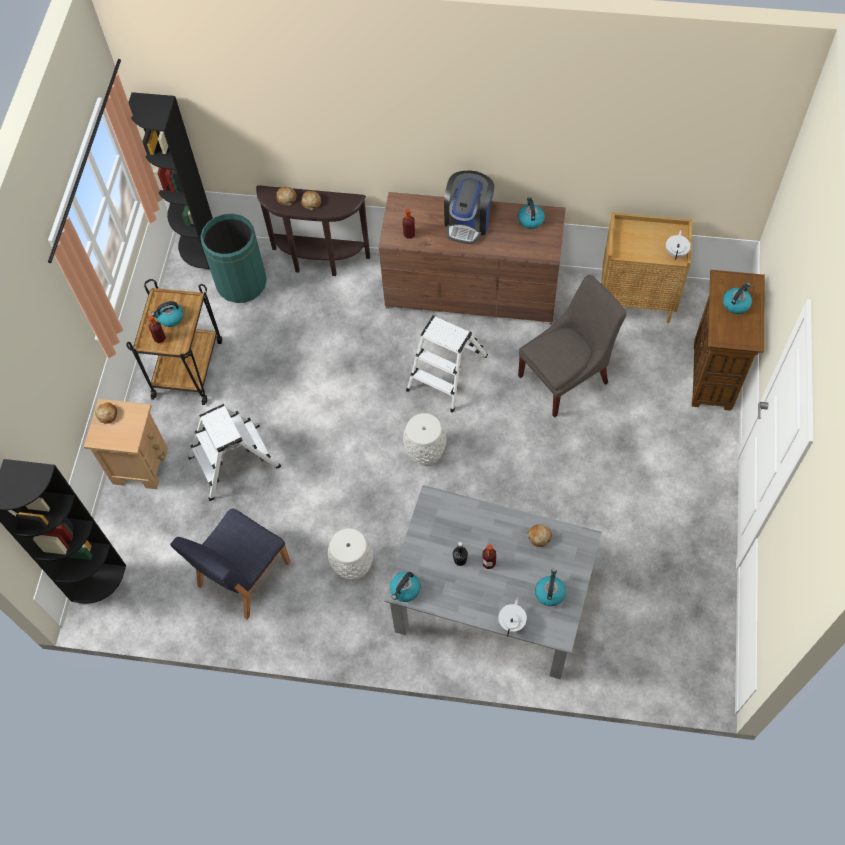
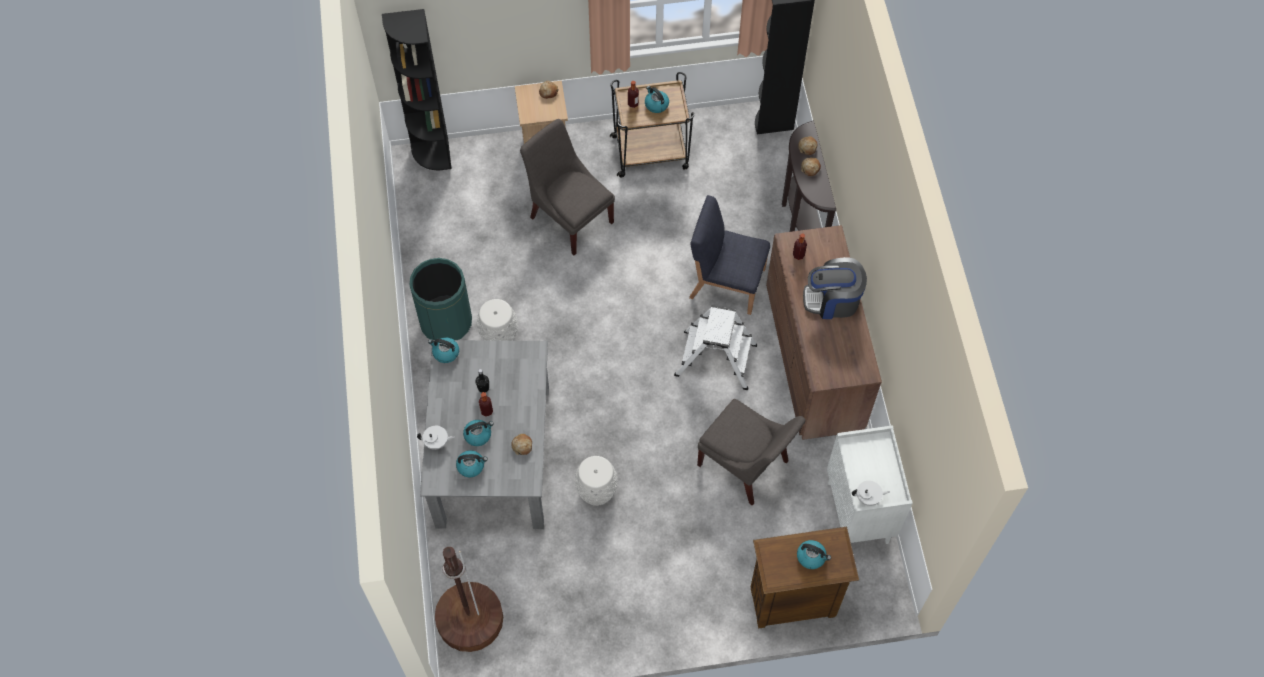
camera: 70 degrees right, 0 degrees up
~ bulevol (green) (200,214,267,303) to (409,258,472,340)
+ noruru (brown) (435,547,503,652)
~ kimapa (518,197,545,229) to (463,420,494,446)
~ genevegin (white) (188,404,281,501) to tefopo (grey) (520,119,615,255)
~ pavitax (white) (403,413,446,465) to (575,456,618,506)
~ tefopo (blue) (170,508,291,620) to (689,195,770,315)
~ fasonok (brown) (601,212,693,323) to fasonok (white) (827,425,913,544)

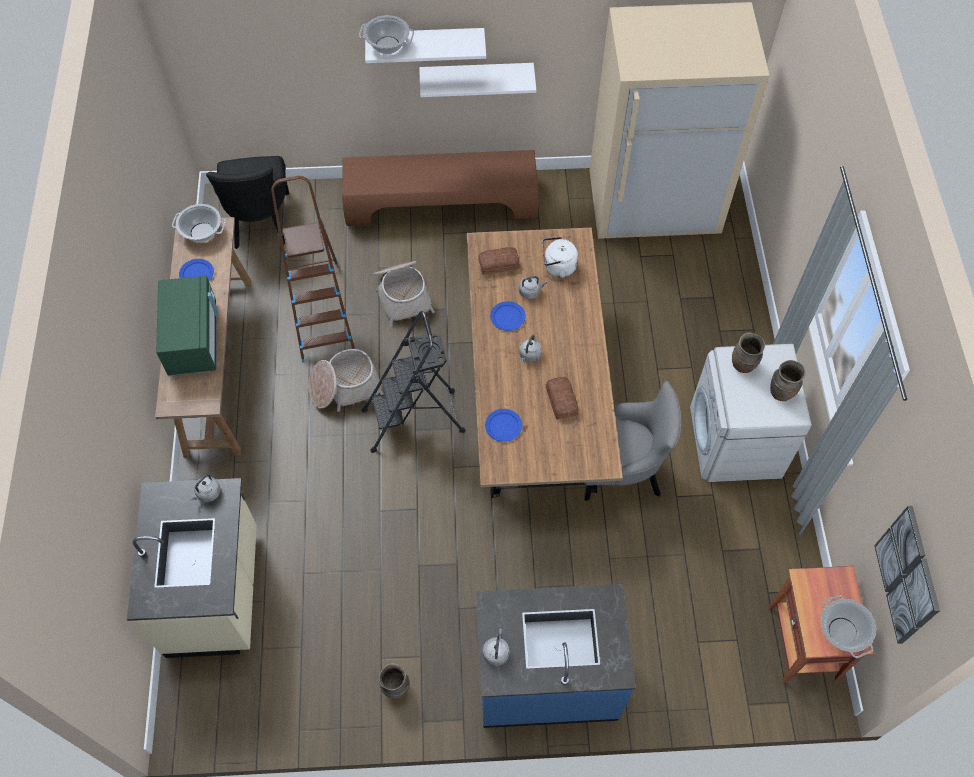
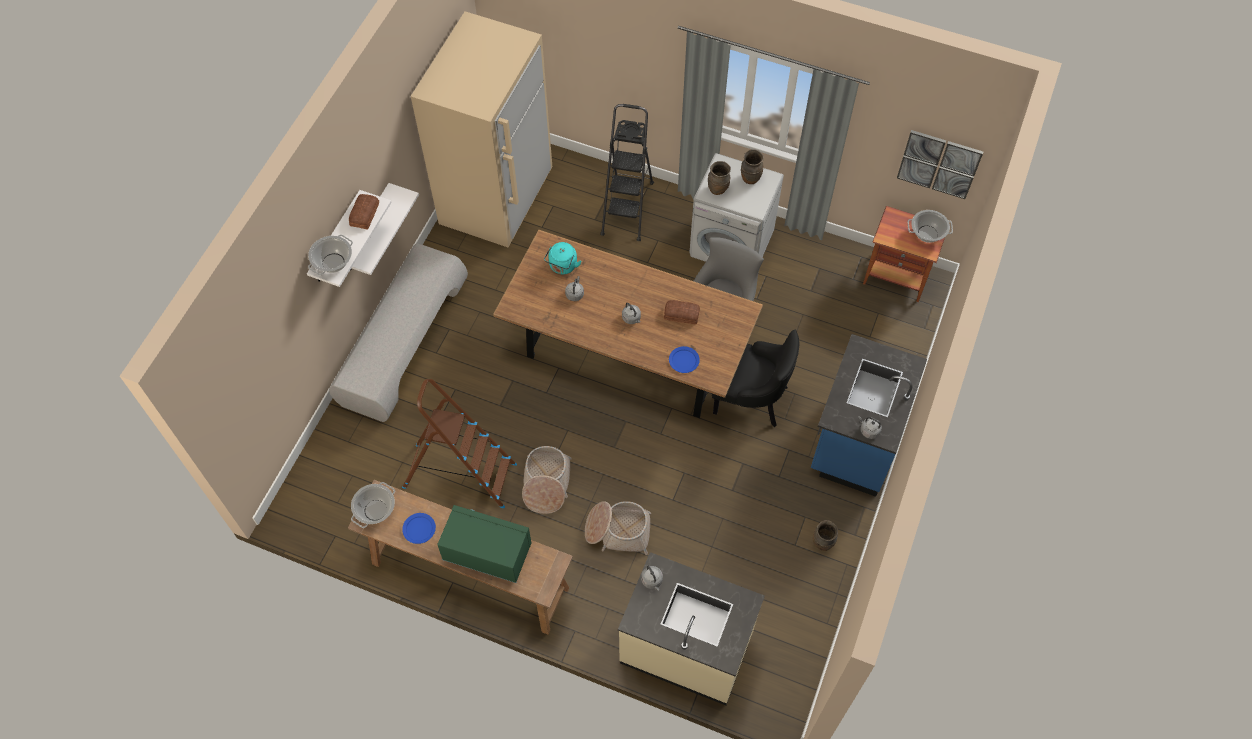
camera: 65 degrees left, 0 degrees up
~ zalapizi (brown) (342,150,538,226) to zalapizi (grey) (329,243,468,422)
~ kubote (478,247,520,275) to (349,194,379,229)
~ kimapa (white) (542,237,578,278) to kimapa (turquoise) (544,242,581,274)
~ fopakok (374,261,435,326) to (585,501,651,555)
~ genevegin (362,311,466,453) to (600,104,654,241)
~ tefopo (black) (206,156,289,249) to (712,330,799,427)
- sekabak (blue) (490,301,526,331)

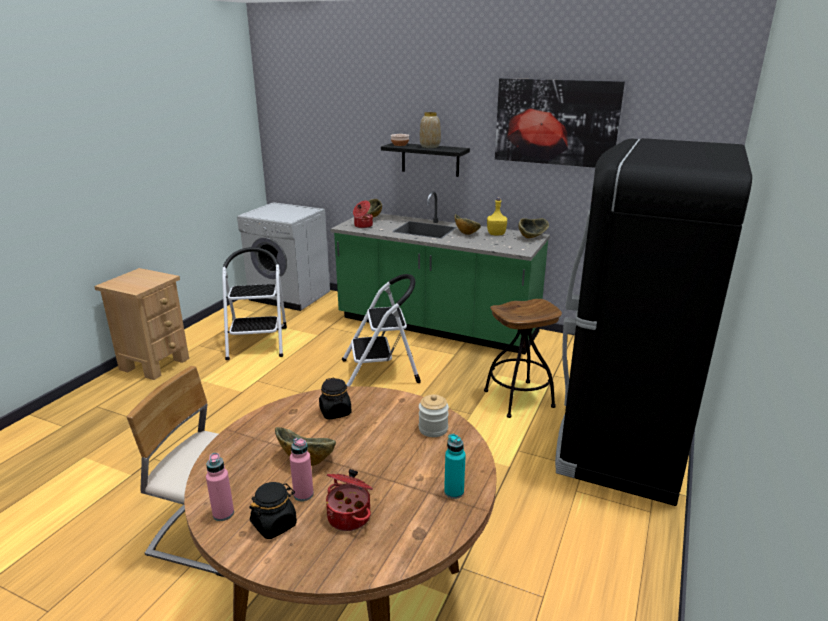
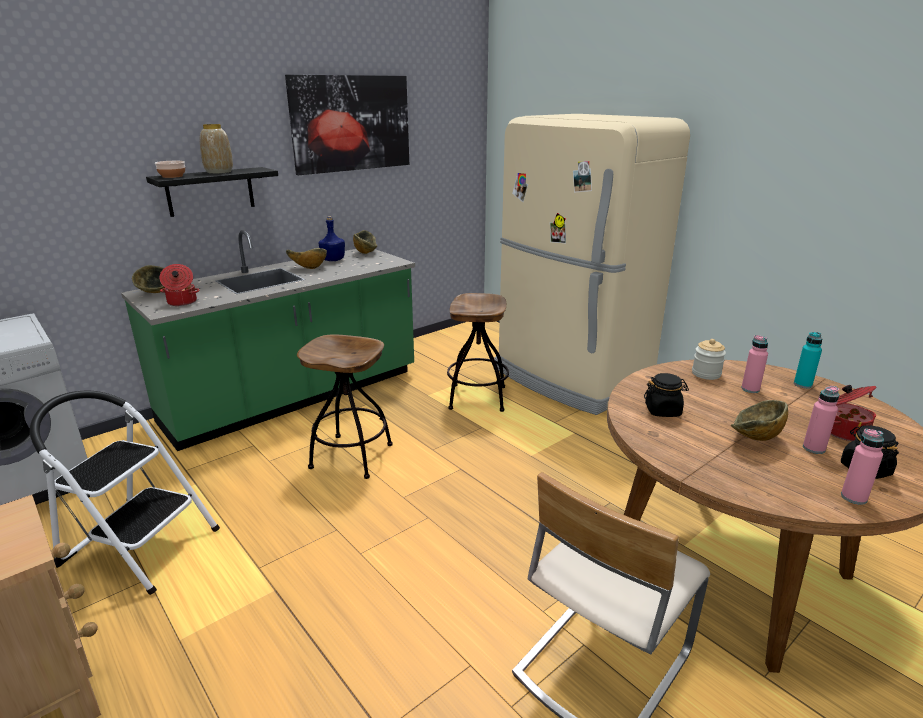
camera: 65 degrees left, 0 degrees up
~ genevegin (342,274,421,387) to pavitax (brown) (297,335,393,479)
~ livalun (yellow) (487,197,507,235) to livalun (blue) (319,216,345,261)
~ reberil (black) (555,138,752,506) to reberil (beige) (494,114,690,415)
+ livalun (pink) (741,335,768,393)

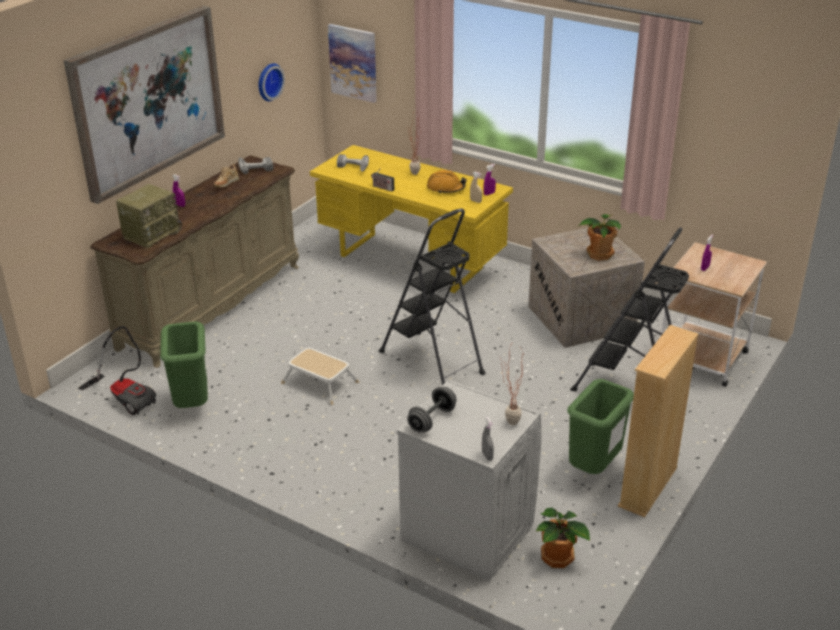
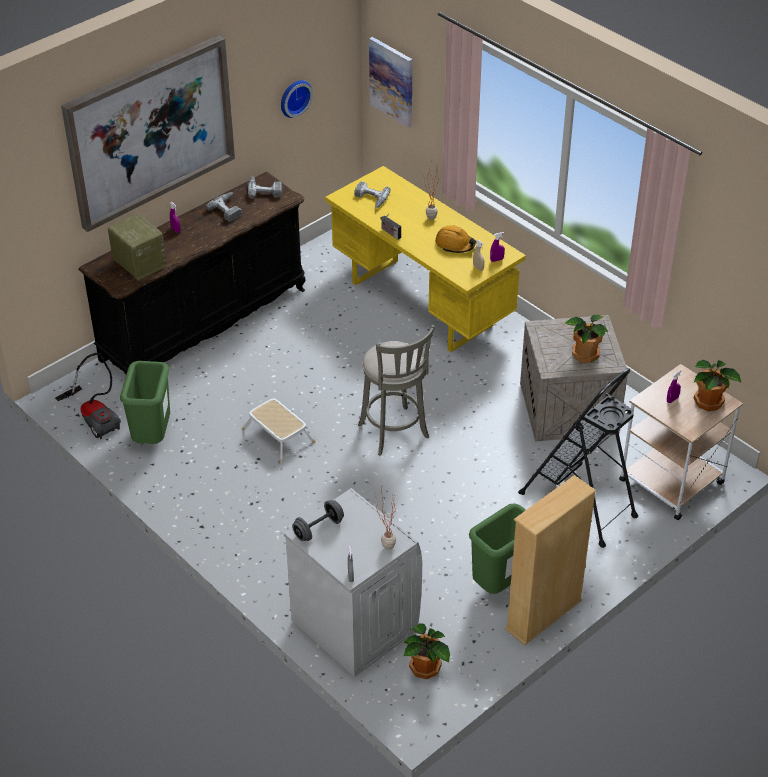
camera: 15 degrees right, 10 degrees up
~ fasonok (beige) (90,155,299,368) to fasonok (black) (78,172,306,374)
~ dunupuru (116,184,182,248) = (108,214,166,280) 90 degrees counterclockwise
~ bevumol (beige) (214,164,239,187) to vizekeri (205,192,242,222)
~ genevegin (379,208,486,385) to pavitax (grey) (358,325,435,456)
+ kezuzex (694,360,742,411)

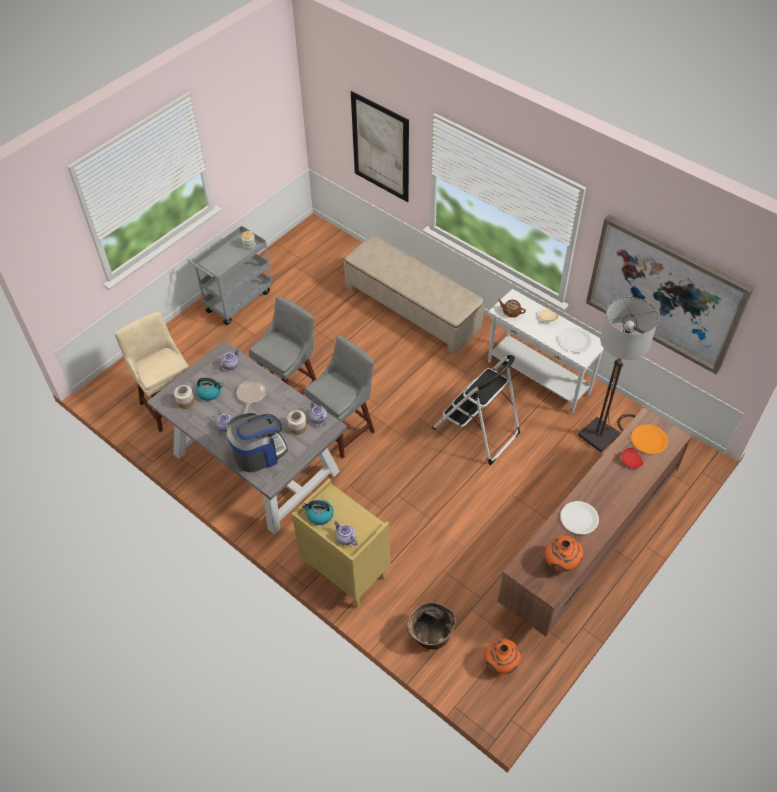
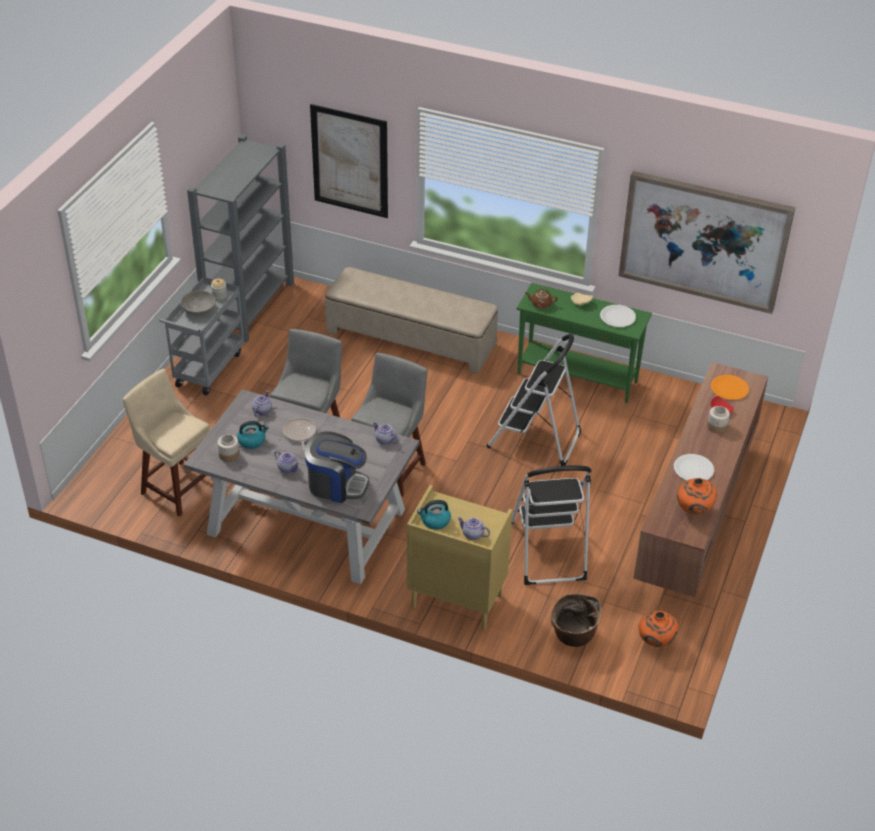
camera: 20 degrees left, 10 degrees down
+ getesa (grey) (180,291,216,316)
+ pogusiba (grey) (187,134,294,343)
~ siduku (227,413,288,472) = (305,431,369,503) 60 degrees clockwise
+ genevegin (512,465,591,585)
~ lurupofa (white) (488,289,604,414) to lurupofa (green) (516,283,652,403)
~ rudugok (287,410,307,435) to (707,406,730,433)
- noruru (578,297,658,452)

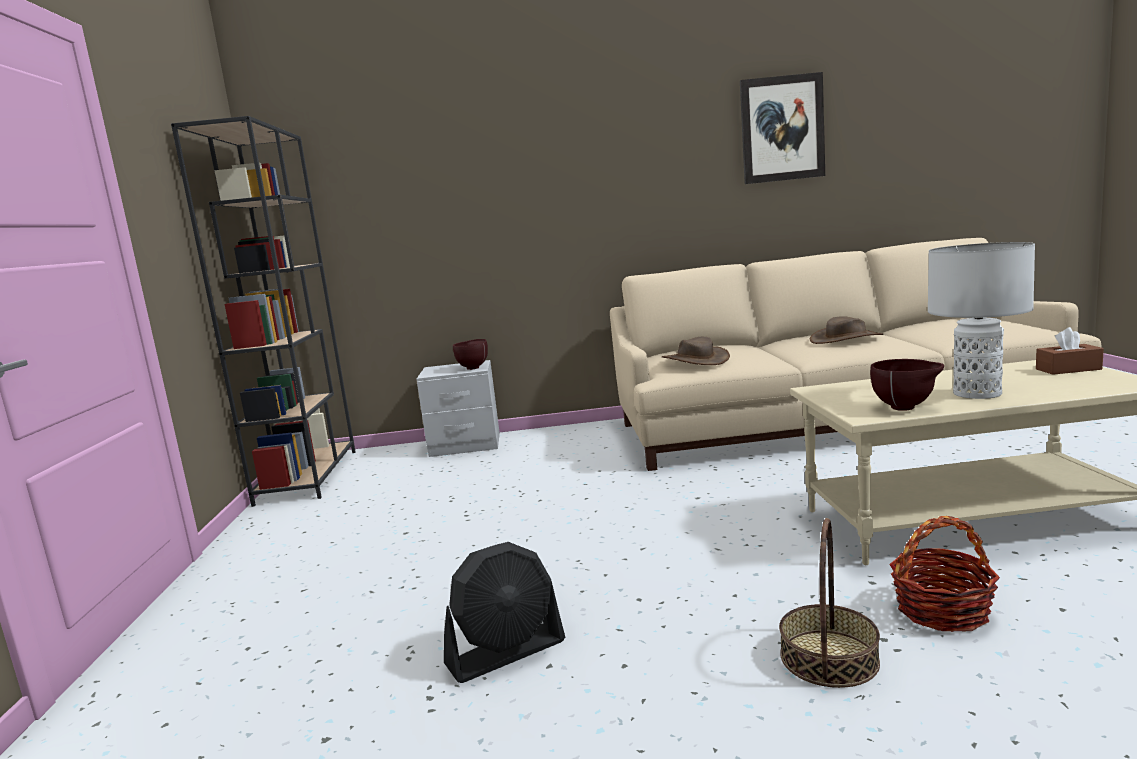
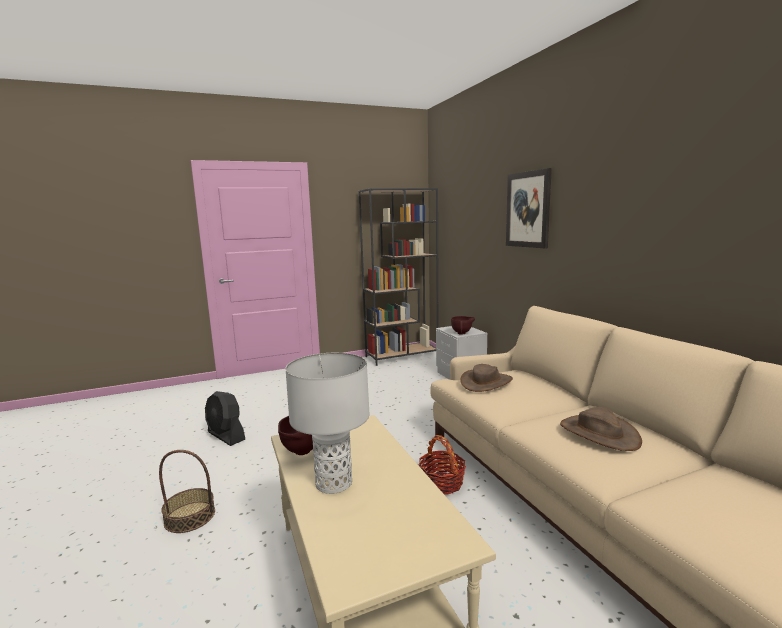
camera: 70 degrees right, 0 degrees up
~ fopakok (889,516,1000,632) to (418,435,466,494)
~ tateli (740,72,825,184) to (506,168,552,248)
- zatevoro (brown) (1036,327,1104,375)

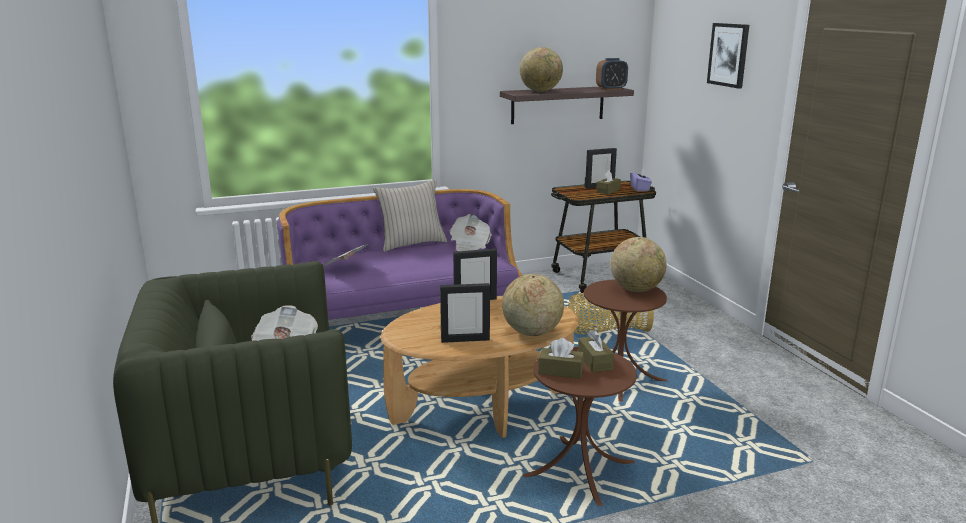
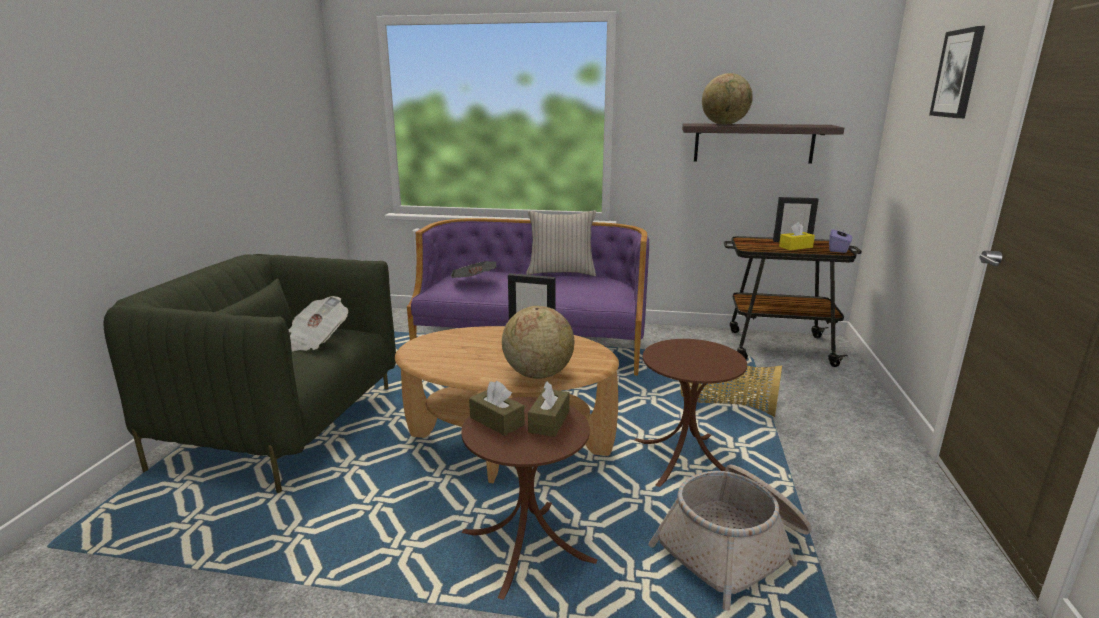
camera: 30 degrees right, 0 degrees up
+ fopakok (649,464,811,611)
~ zatevoro (brown) (596,170,621,195) to zatevoro (yellow) (779,222,815,250)
- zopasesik (440,283,490,343)
- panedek (449,214,492,251)
- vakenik (596,58,628,90)
- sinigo (610,237,667,292)

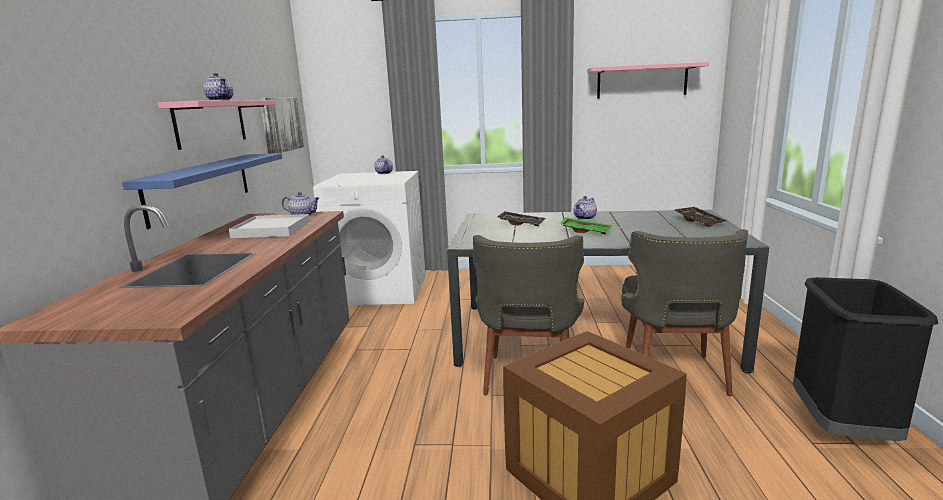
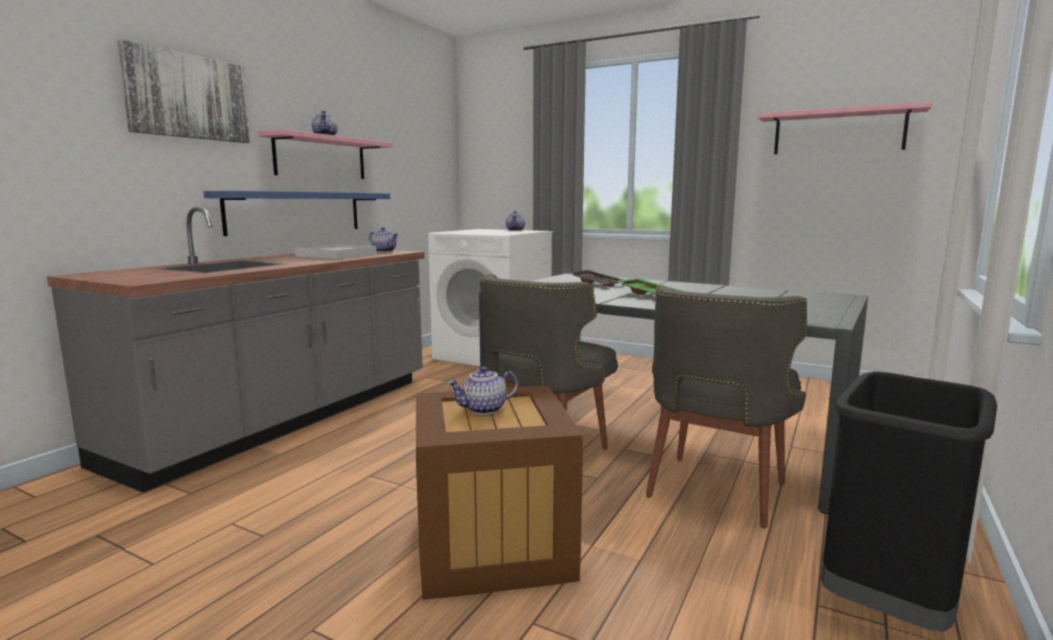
camera: 25 degrees right, 5 degrees down
~ tateli (260,98,304,154) to (117,40,250,143)
~ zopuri (574,196,597,220) to (448,367,518,415)
- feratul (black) (674,207,727,227)

